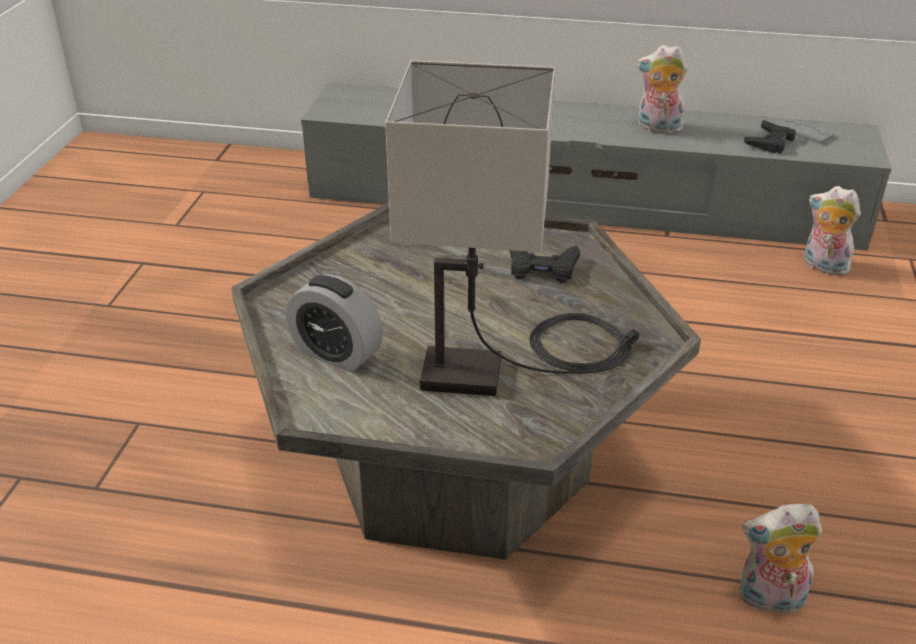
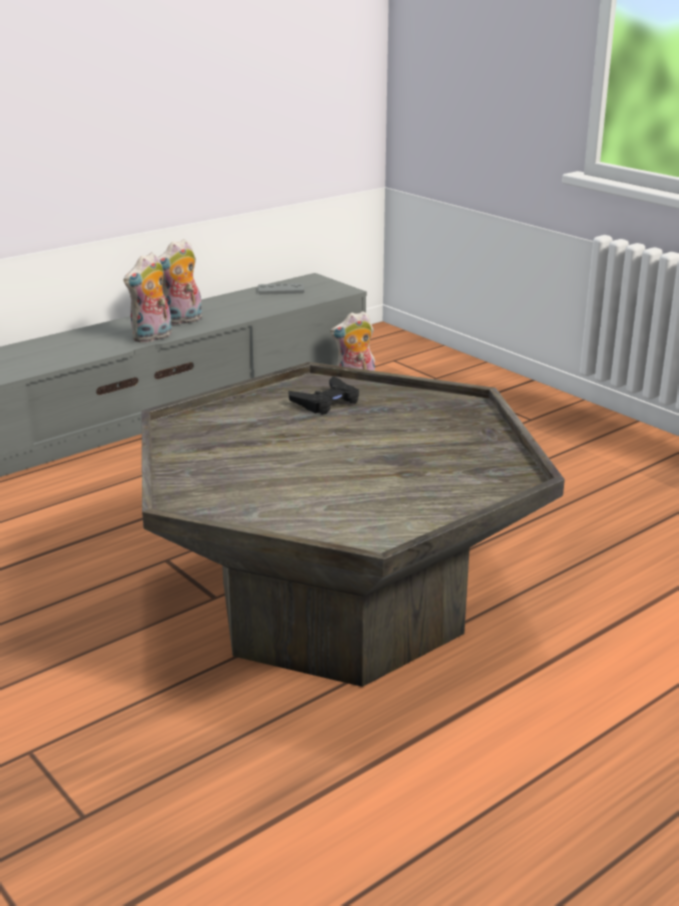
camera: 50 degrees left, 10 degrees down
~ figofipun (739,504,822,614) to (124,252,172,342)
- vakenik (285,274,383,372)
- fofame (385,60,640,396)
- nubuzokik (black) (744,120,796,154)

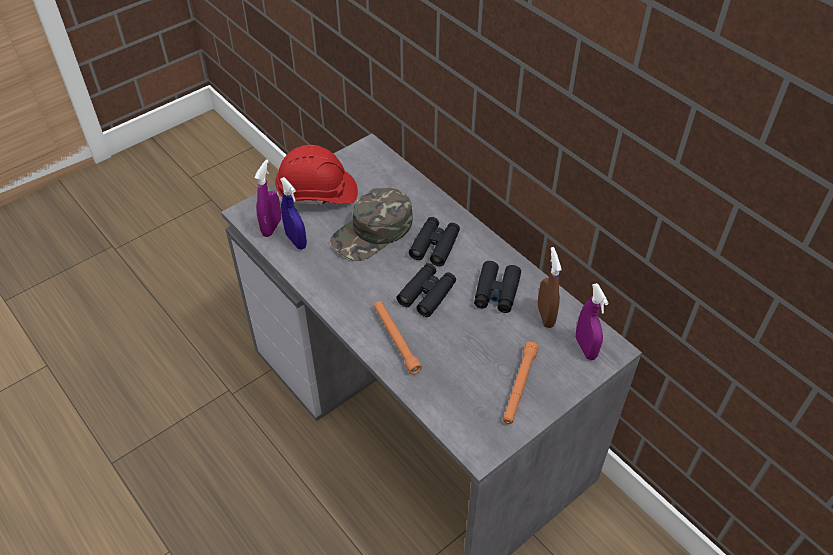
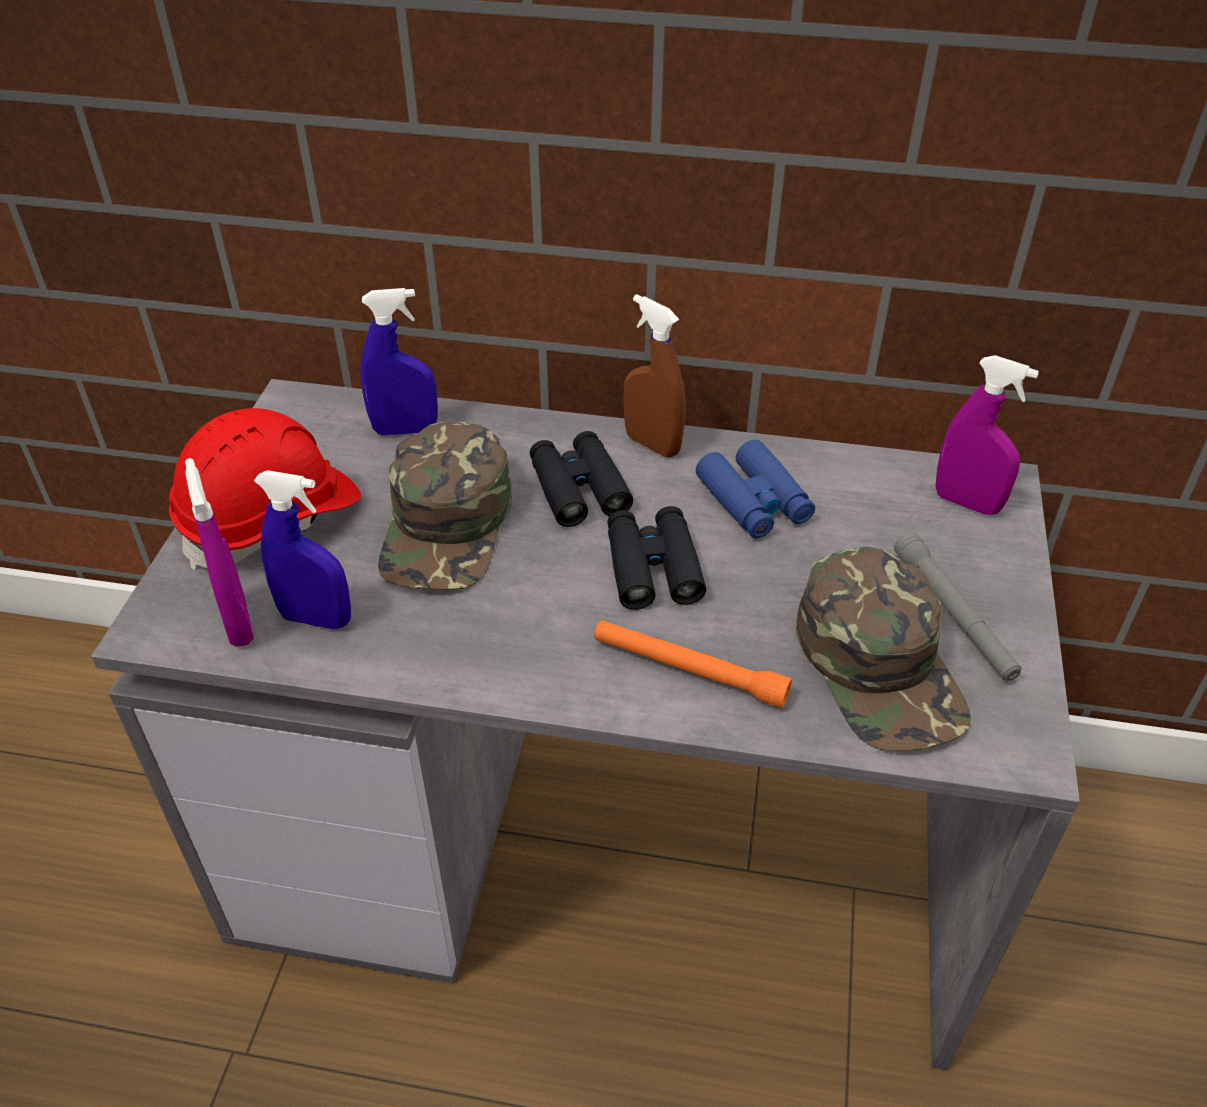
camera: 40 degrees left, 5 degrees down
+ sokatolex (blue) (361,288,438,435)
~ sokatolex (brown) (538,247,562,328) to (623,294,686,458)
~ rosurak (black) (474,261,521,313) to rosurak (blue) (696,439,815,538)
+ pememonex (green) (796,547,971,751)
~ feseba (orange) (503,342,539,424) to feseba (grey) (894,532,1022,681)

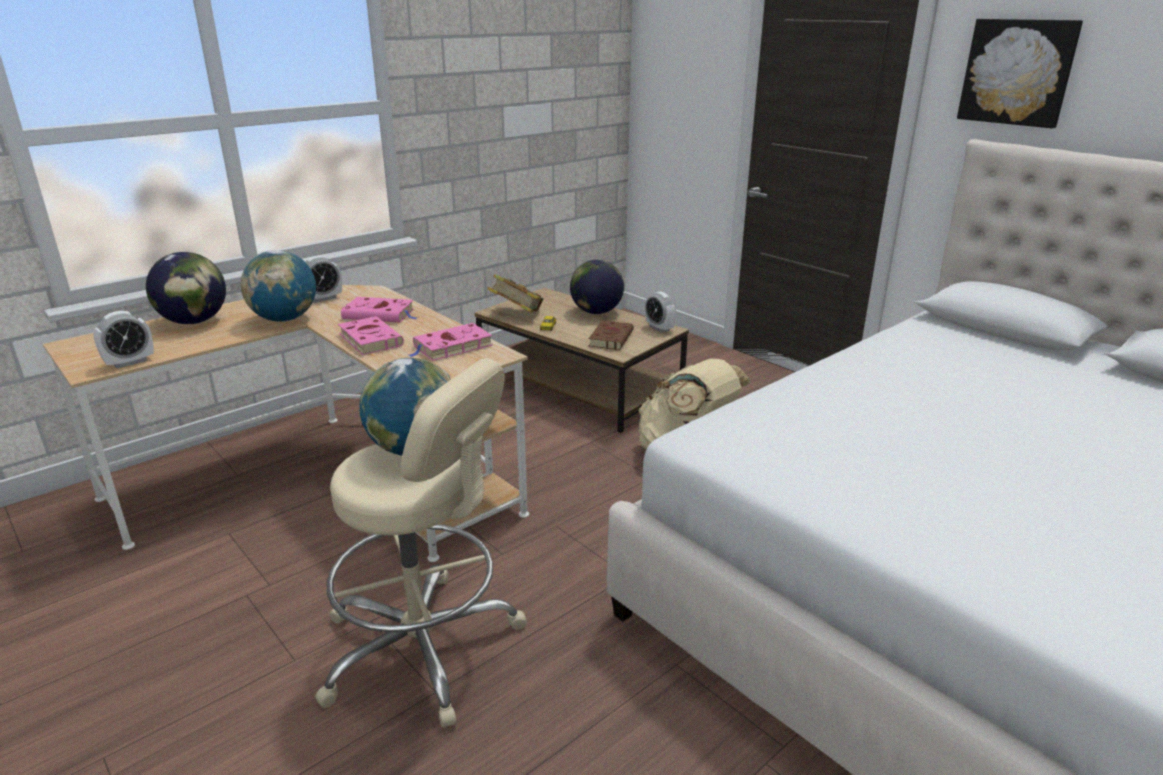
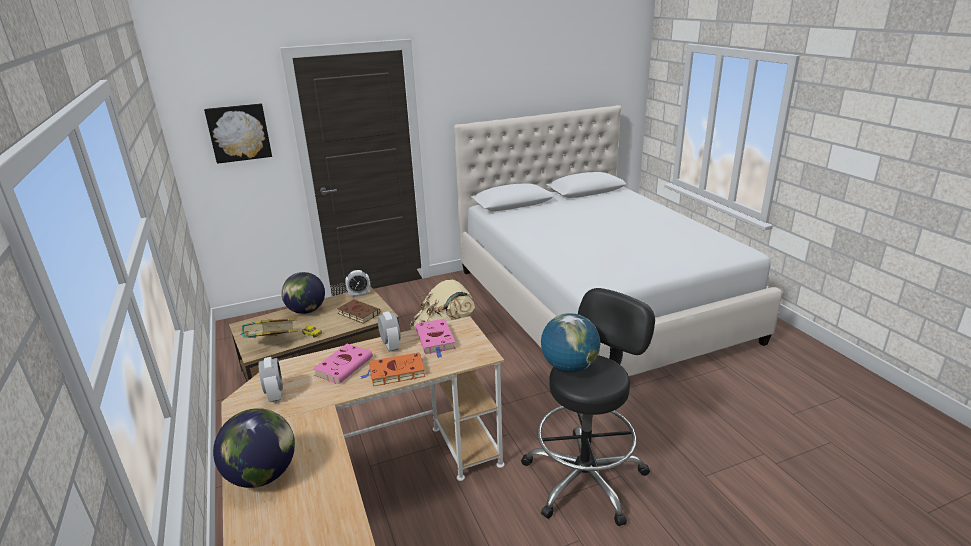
camera: 70 degrees left, 0 degrees up
~ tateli (957,19,1083,128) to (204,103,272,164)
~ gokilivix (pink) (338,316,404,355) to gokilivix (orange) (361,352,425,386)
~ vakenik (93,311,154,369) to (378,311,401,352)
~ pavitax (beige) (315,358,527,728) to pavitax (black) (521,288,655,526)
- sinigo (240,250,316,322)

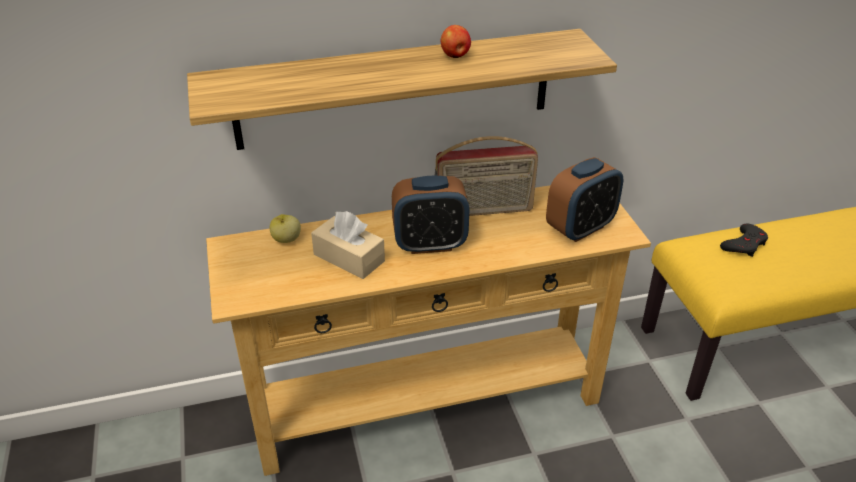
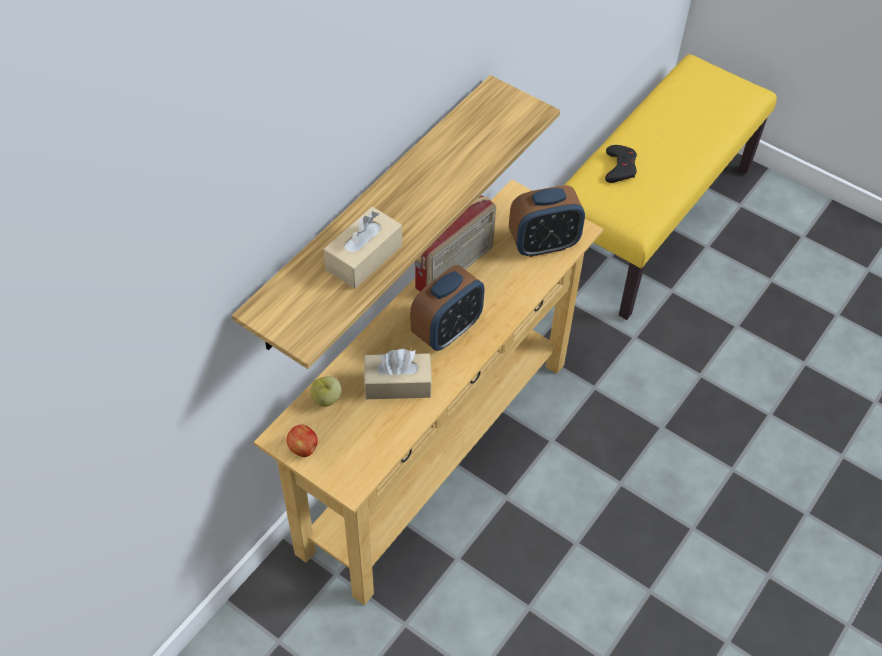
camera: 40 degrees left, 15 degrees up
~ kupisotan (441,25,471,58) to (287,424,318,457)
+ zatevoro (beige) (324,206,402,289)
~ vakenik (546,157,623,242) = (509,185,585,257) 60 degrees clockwise

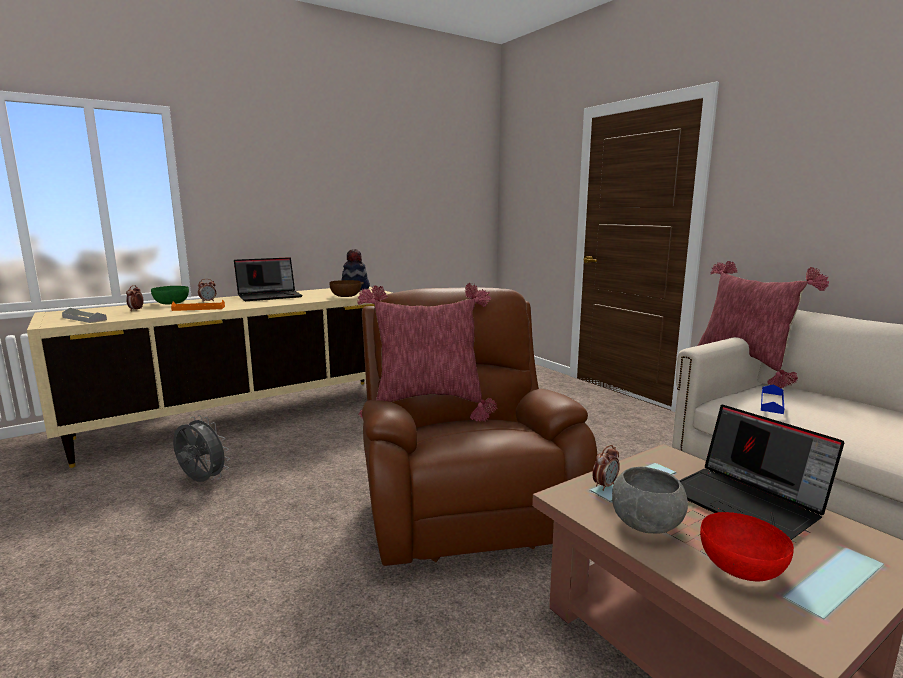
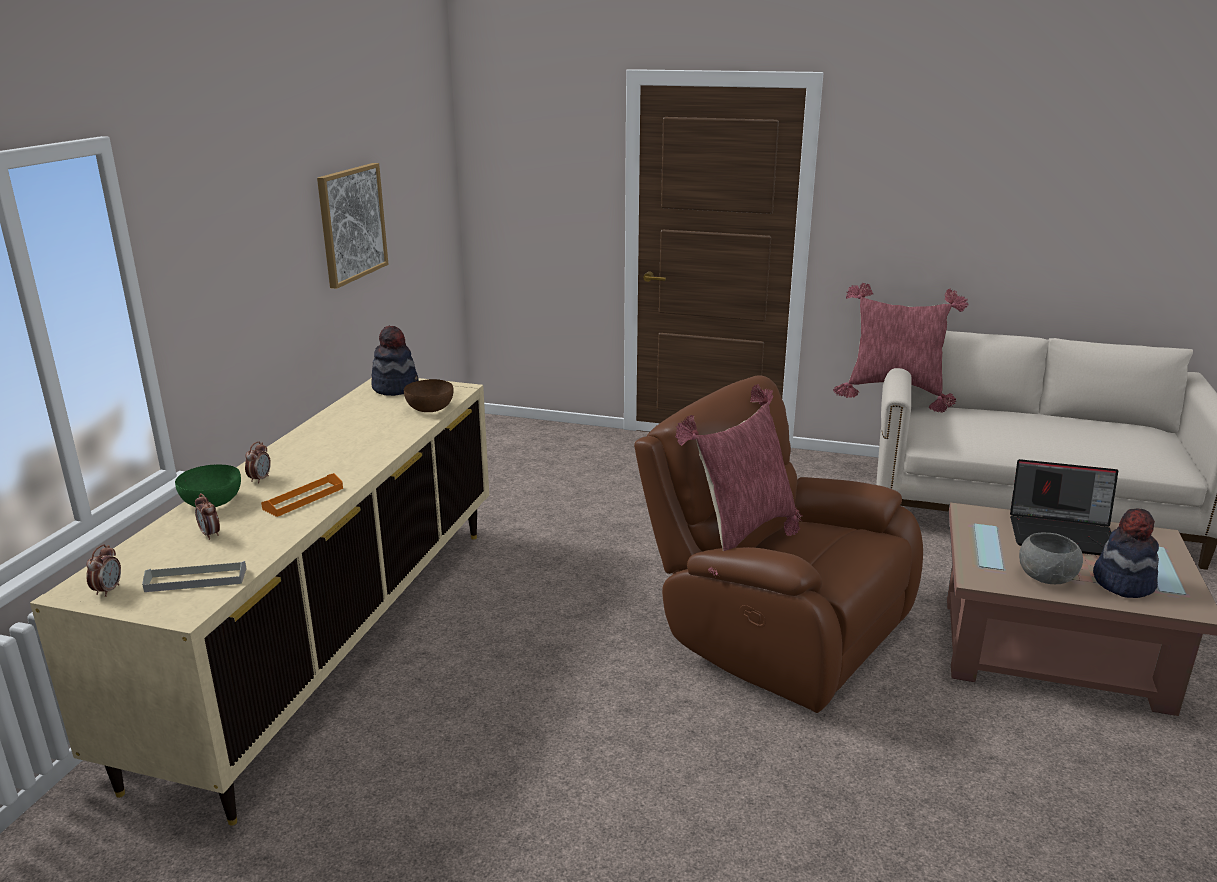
camera: 40 degrees left, 10 degrees up
~ vakenik (592,445,620,491) to (86,544,121,597)
+ tateli (317,163,388,289)
~ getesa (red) (700,512,794,581) to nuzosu (1093,509,1159,598)
- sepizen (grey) (173,415,230,482)
- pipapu (234,257,303,301)
- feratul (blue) (761,384,785,414)

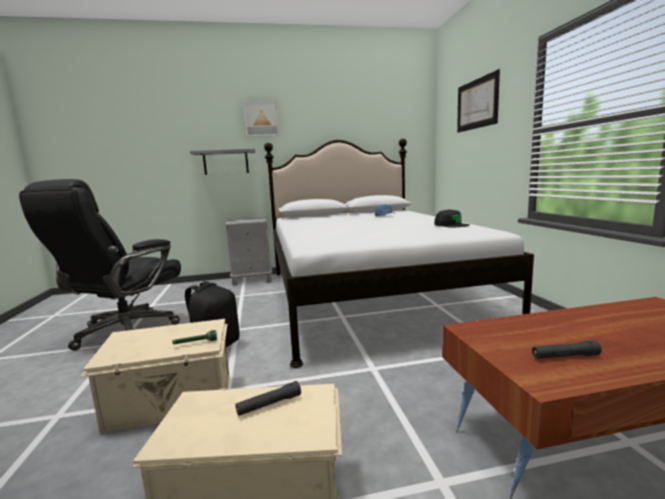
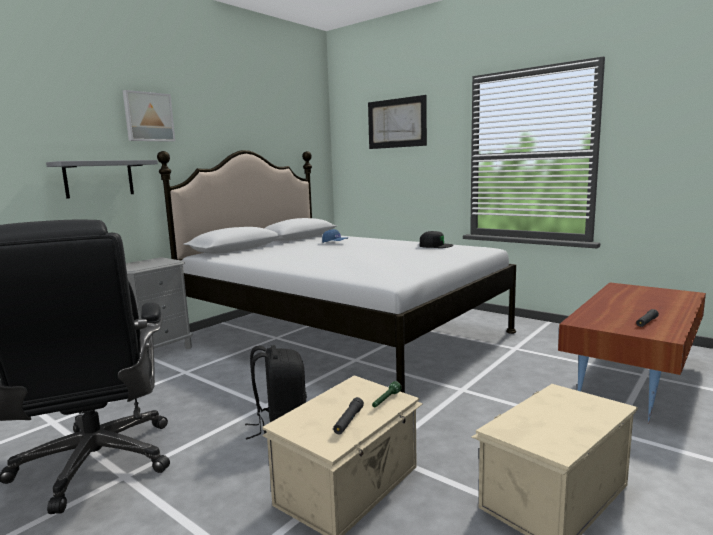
camera: 40 degrees left, 0 degrees up
~ feseba (black) (235,381,301,416) to (333,397,364,435)

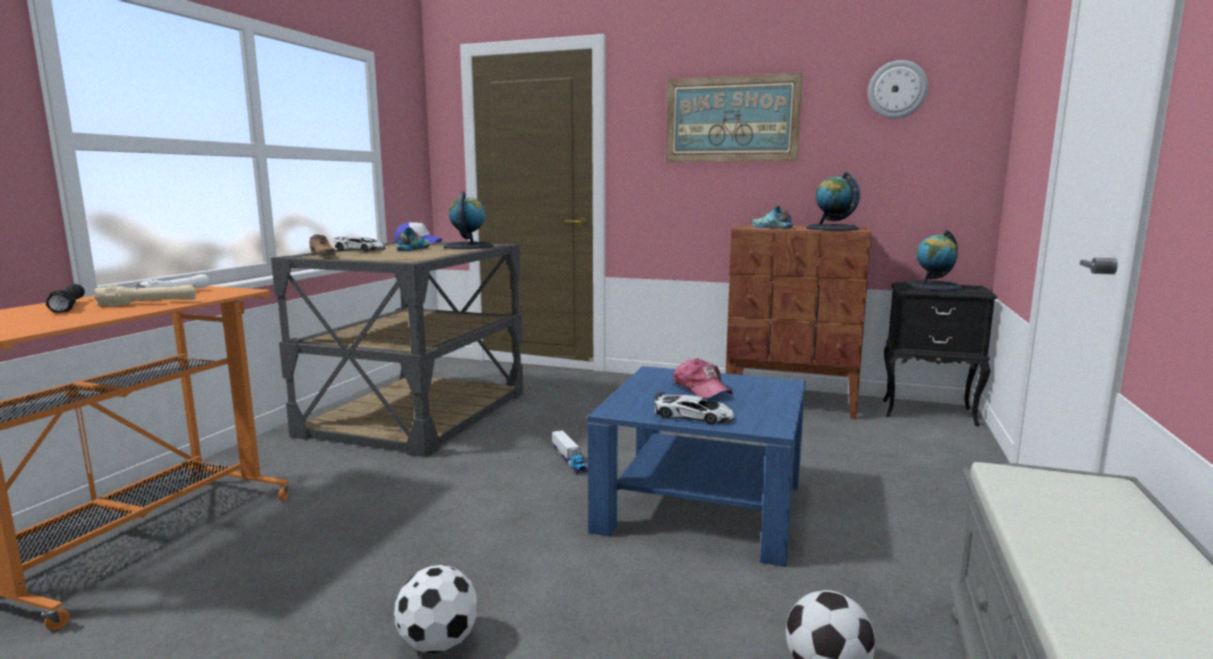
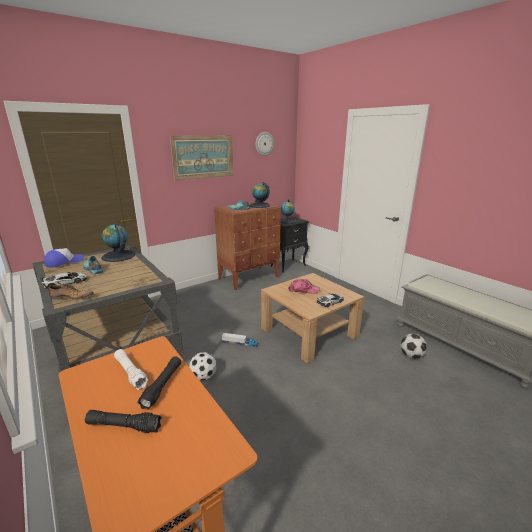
camera: 55 degrees left, 10 degrees up
~ feseba (beige) (94,284,196,307) to feseba (black) (137,356,181,410)
~ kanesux (394,565,478,653) to (189,352,216,381)
~ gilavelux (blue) (587,366,805,567) to gilavelux (brown) (261,273,364,364)

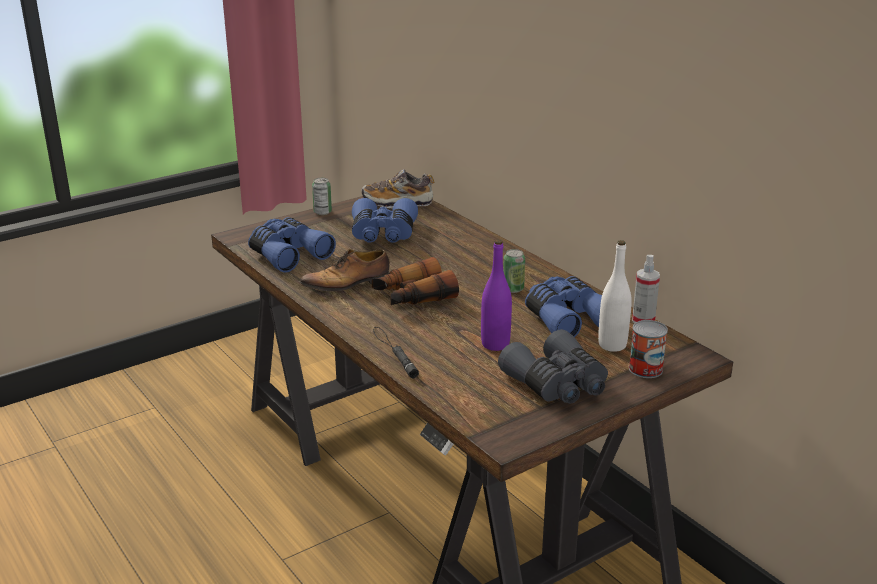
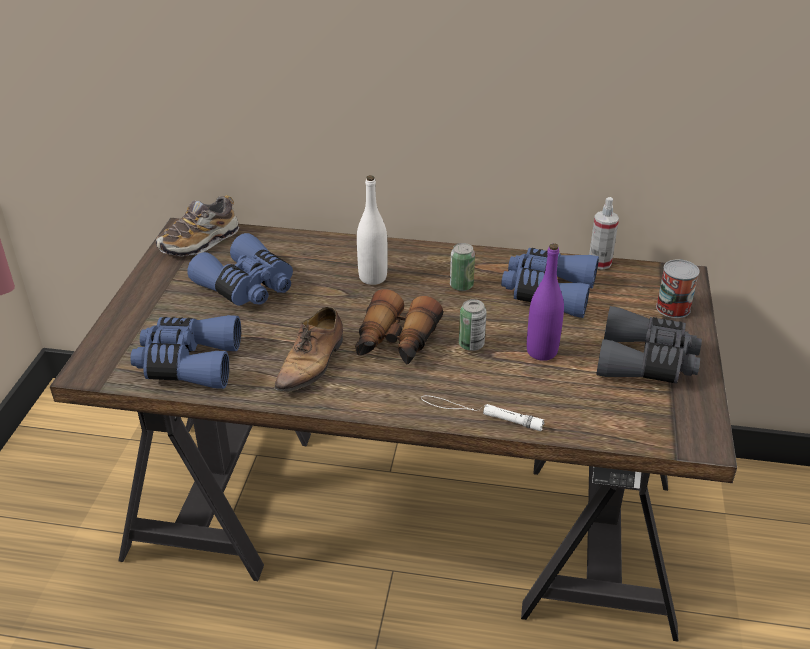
camera: 45 degrees left, 10 degrees up
~ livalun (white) (598,240,632,352) to (357,175,388,285)
~ feseba (black) (373,327,419,379) to feseba (white) (421,395,545,431)
~ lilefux (312,178,332,215) to (459,299,486,351)

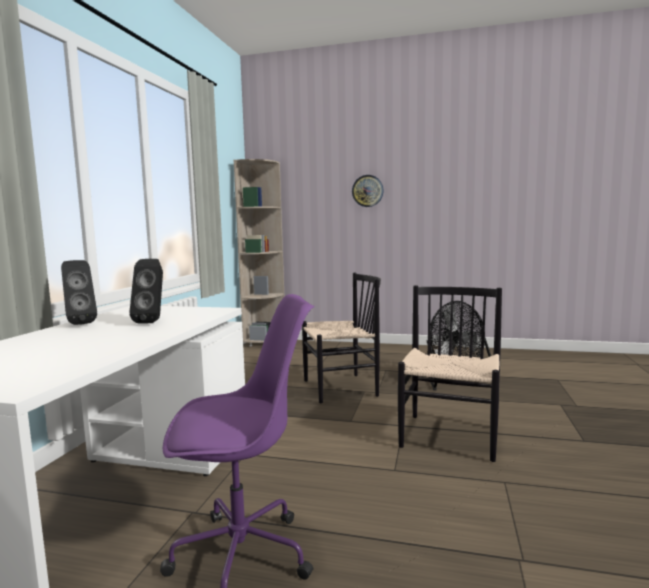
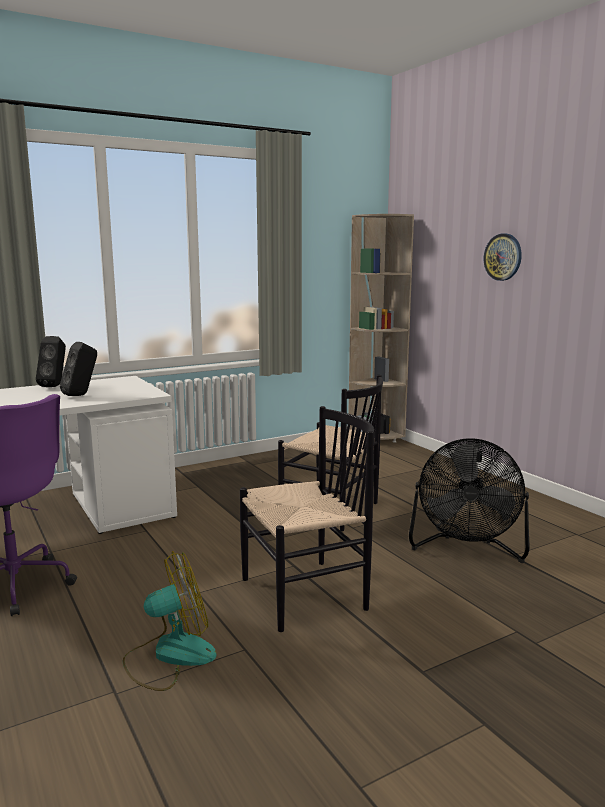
camera: 45 degrees right, 5 degrees up
+ sepizen (122,551,216,691)

